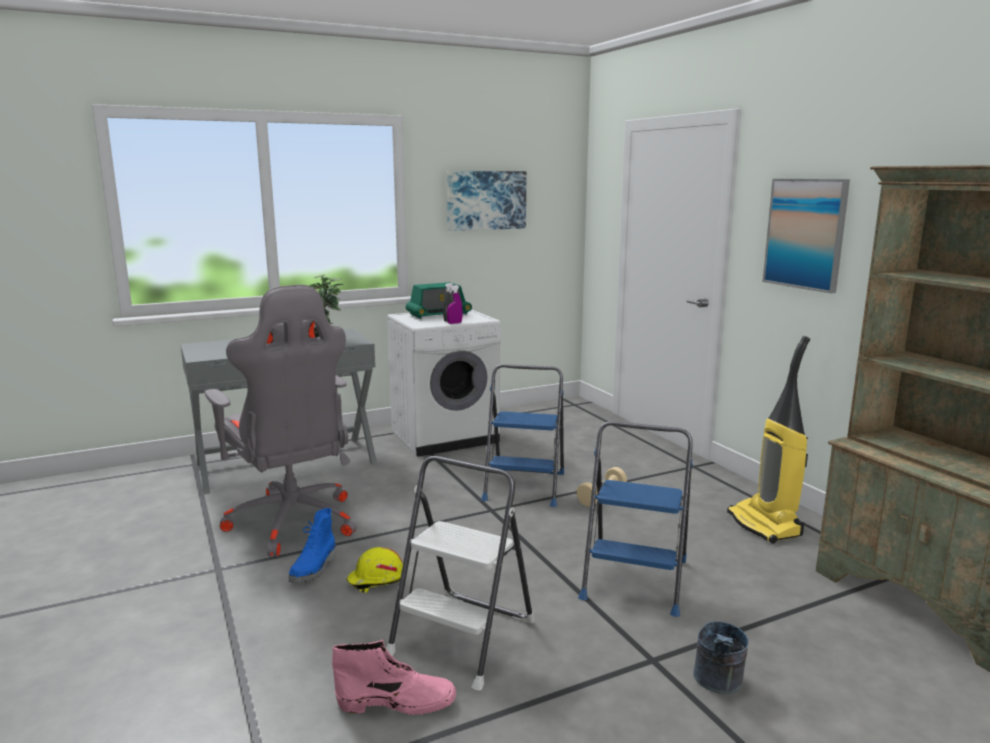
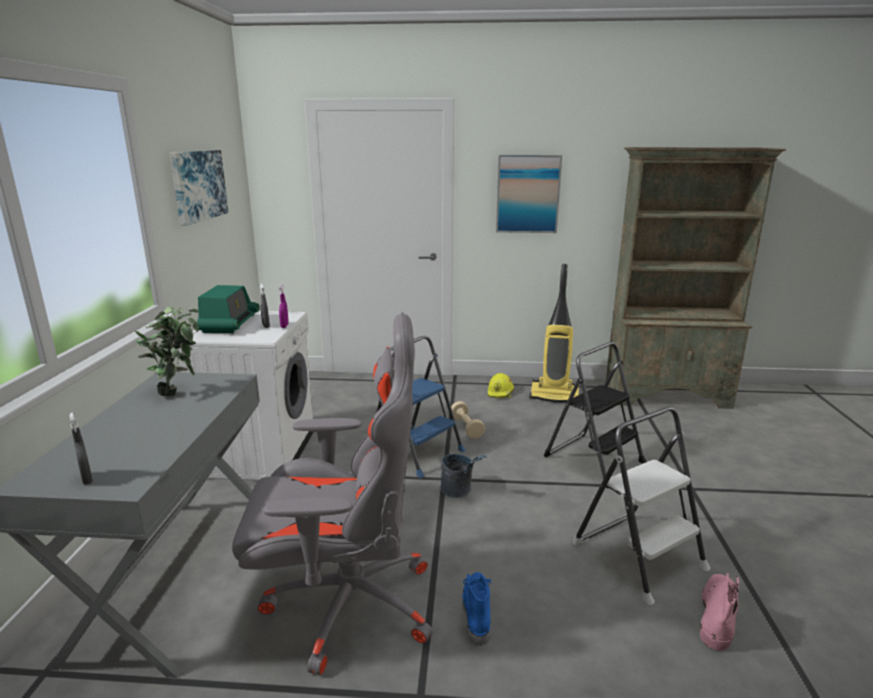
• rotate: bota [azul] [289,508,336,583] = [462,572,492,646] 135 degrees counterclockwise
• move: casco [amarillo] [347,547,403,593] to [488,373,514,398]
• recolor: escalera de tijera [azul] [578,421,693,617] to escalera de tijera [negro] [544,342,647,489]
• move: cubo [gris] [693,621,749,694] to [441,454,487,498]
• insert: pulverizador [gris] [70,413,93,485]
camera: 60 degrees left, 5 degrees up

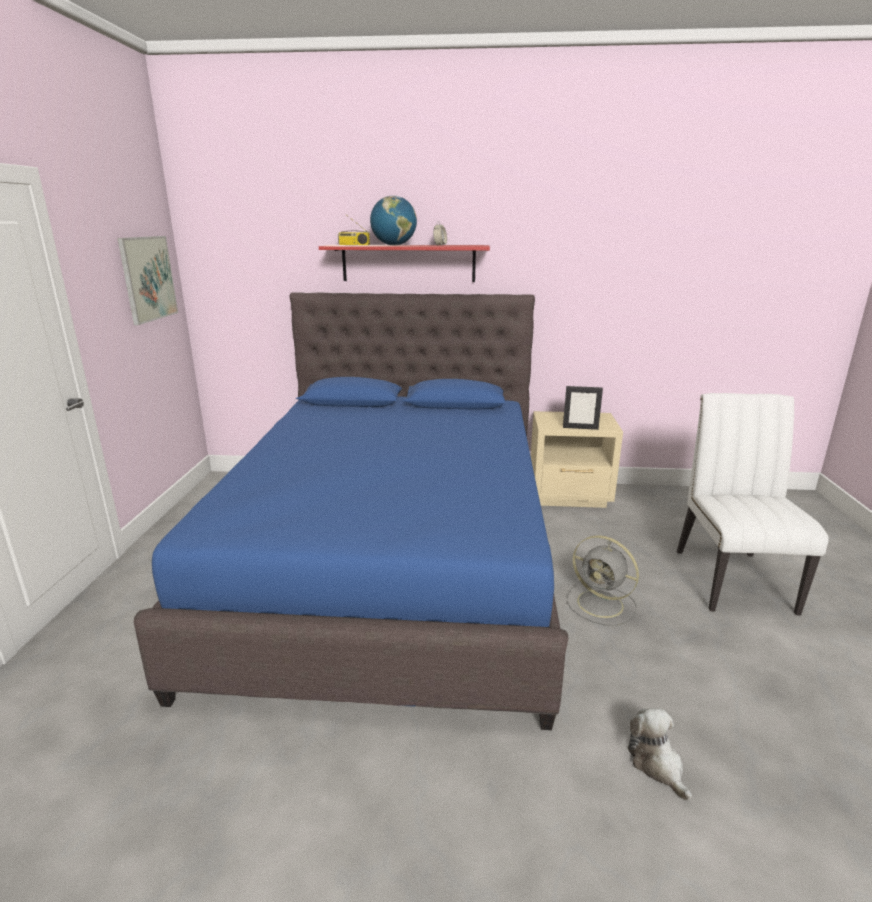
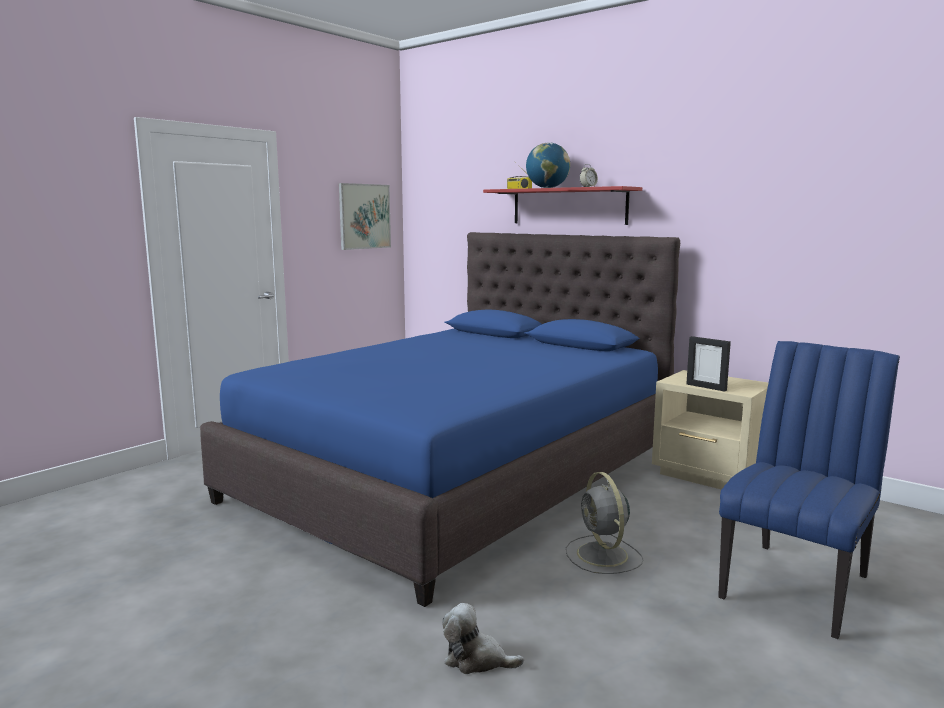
• rotate: peluche [628,708,692,801] = [442,603,524,674] 90 degrees counterclockwise
• recolor: silla [blanco] [677,393,829,615] to silla [azul] [718,341,900,639]
camera: 35 degrees right, 10 degrees down

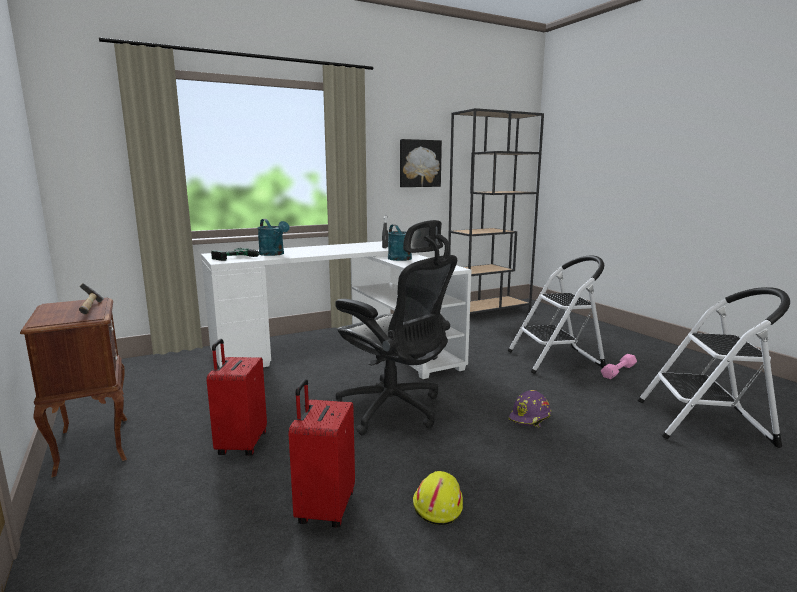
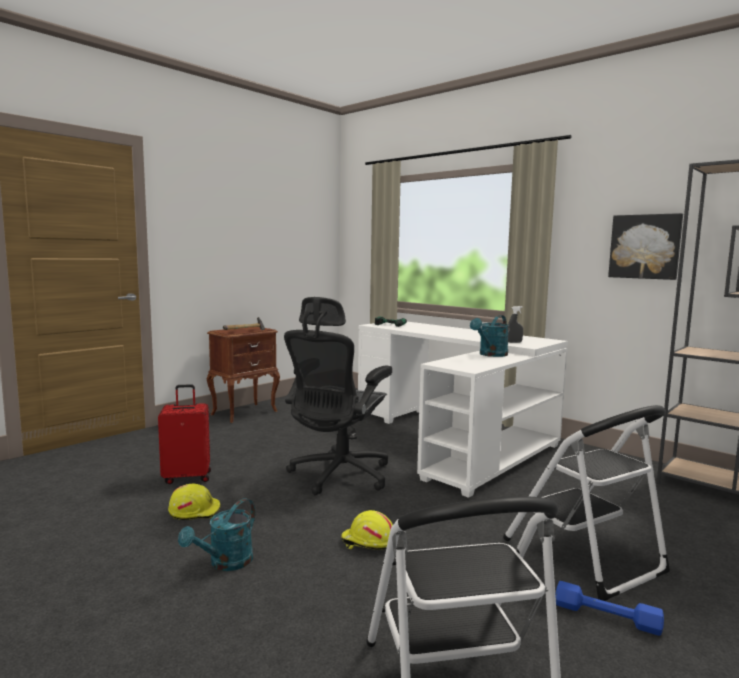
• delete: maleta [rojo] [207,339,267,456]
• move: regadera [turquesa] [257,219,290,256] to [178,498,255,571]
• recolor: casco [morado] [509,390,551,427] to casco [amarillo] [341,510,393,550]
• recolor: mancuerna [rosa] [601,354,637,379] to mancuerna [azul] [555,581,664,636]
camera: 70 degrees right, 5 degrees down

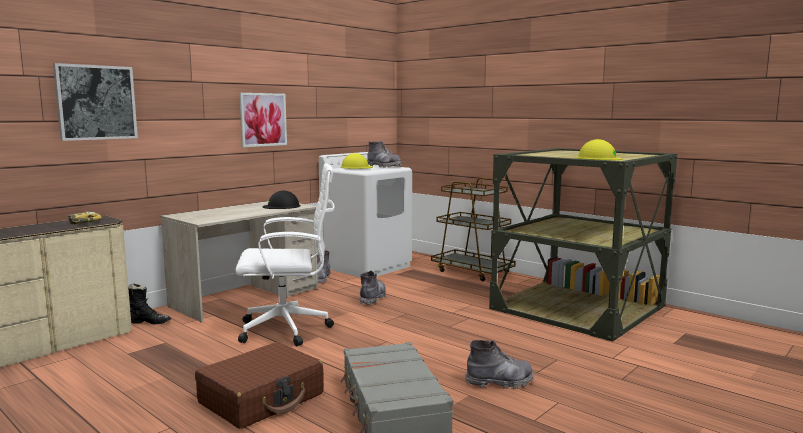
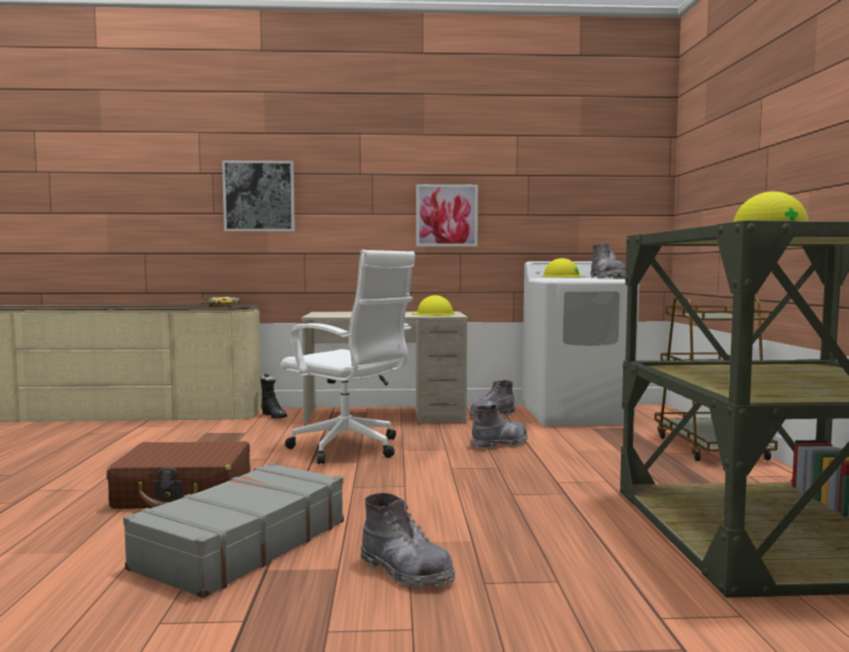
• recolor: casco [negro] [263,191,301,209] to casco [amarillo] [412,295,455,316]
camera: 45 degrees right, 5 degrees down

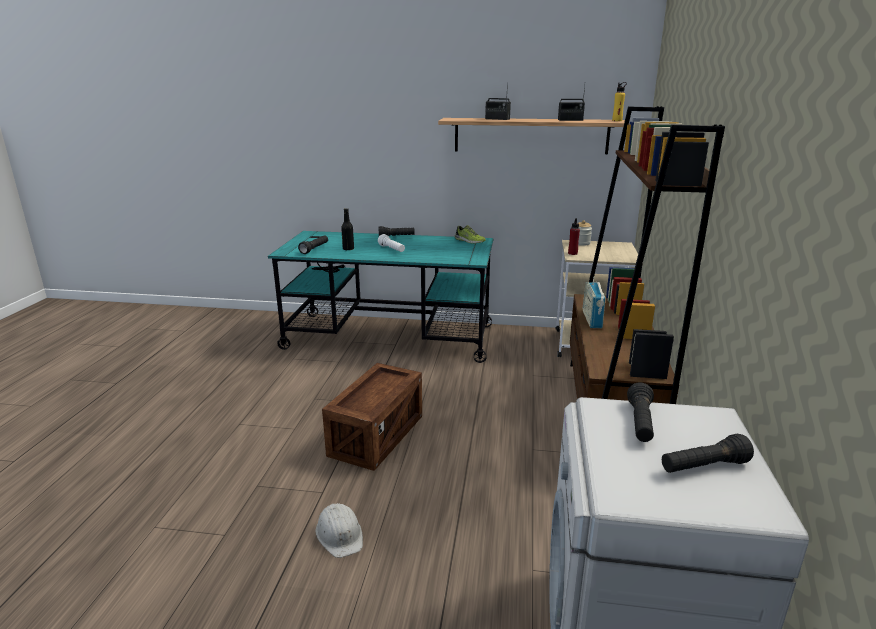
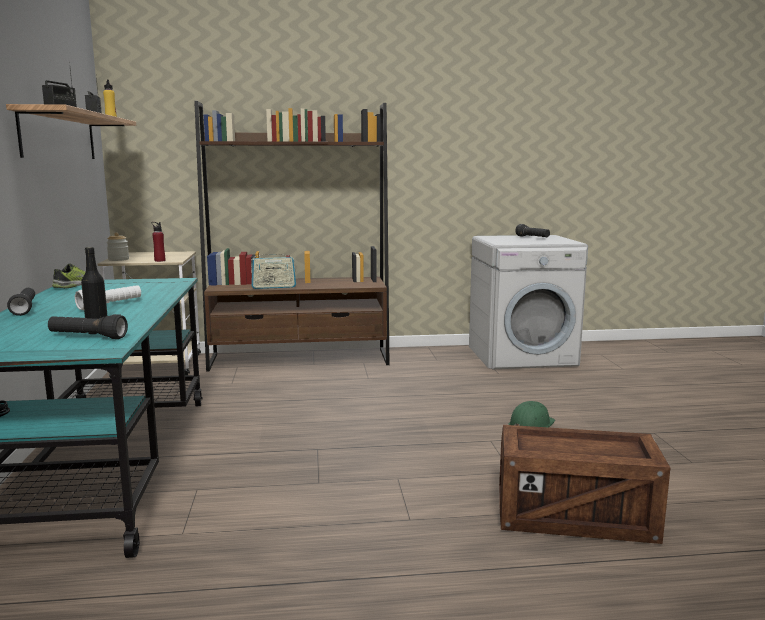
• recolor: casco [blanco] [316,503,363,558] to casco [verde] [509,401,555,428]
• move: caja de embalaje [322,363,422,471] to [499,425,670,544]
• delete: linterna [negro] [627,383,654,442]
camera: 105 degrees left, 10 degrees down

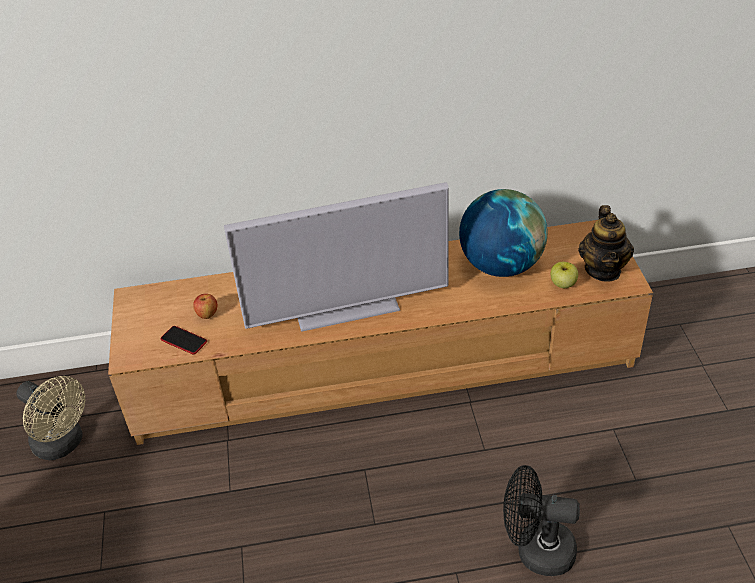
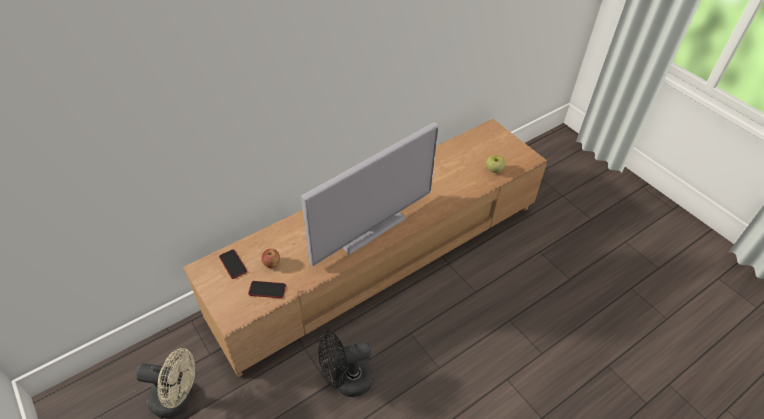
• delete: globo terráqueo [459,189,548,277]
• move: ventilador [negro] [503,465,580,576] to [318,331,374,397]
• delete: tetera [578,205,634,282]
• insert: móvil [219,249,247,279]
camera: 30 degrees left, 5 degrees up

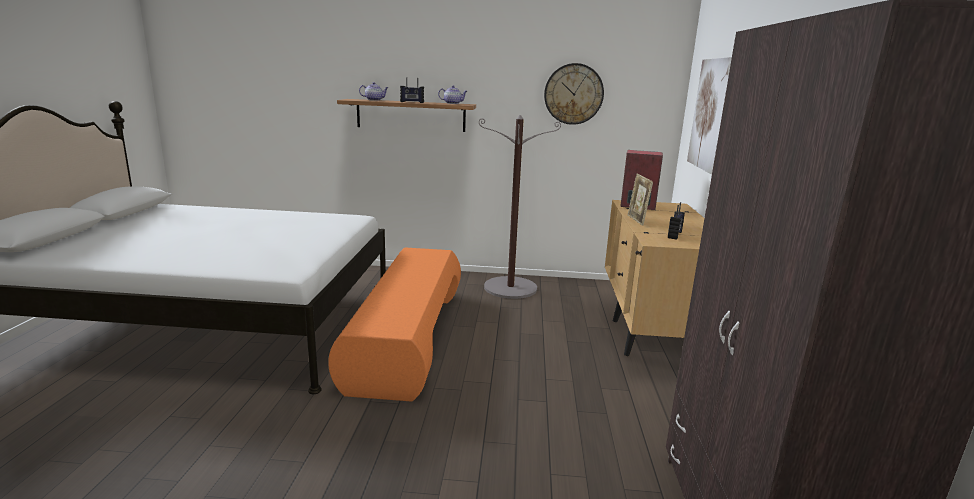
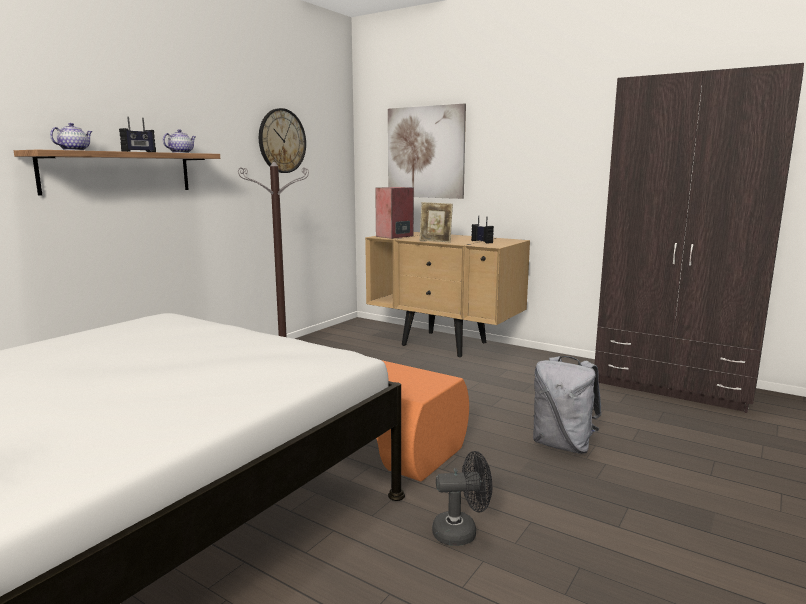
• insert: ventilador [negro] [432,451,492,546]
• insert: mochila [gris] [533,356,602,454]
camera: 60 degrees left, 5 degrees down

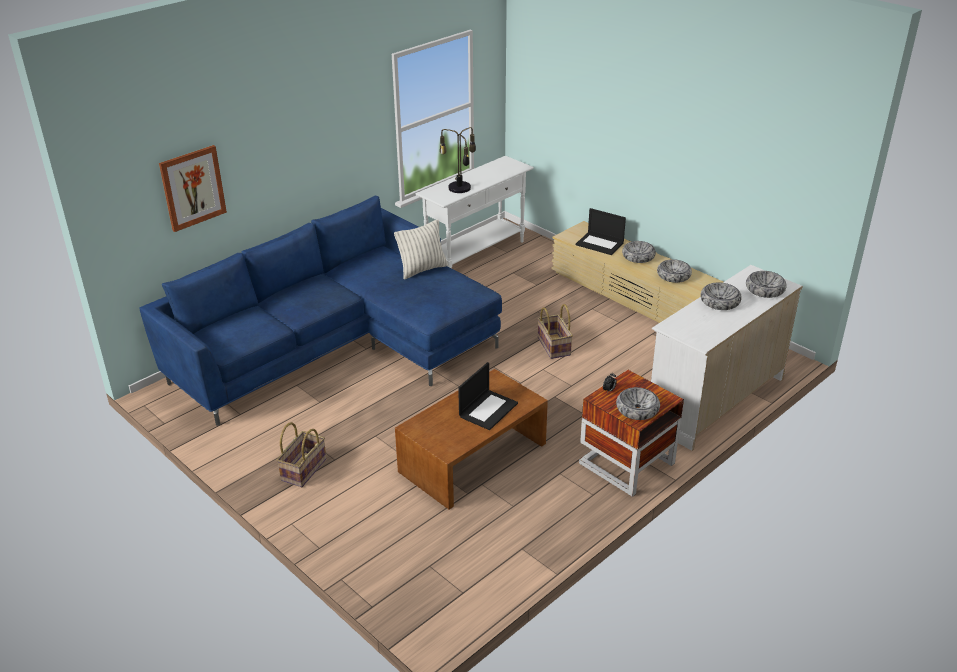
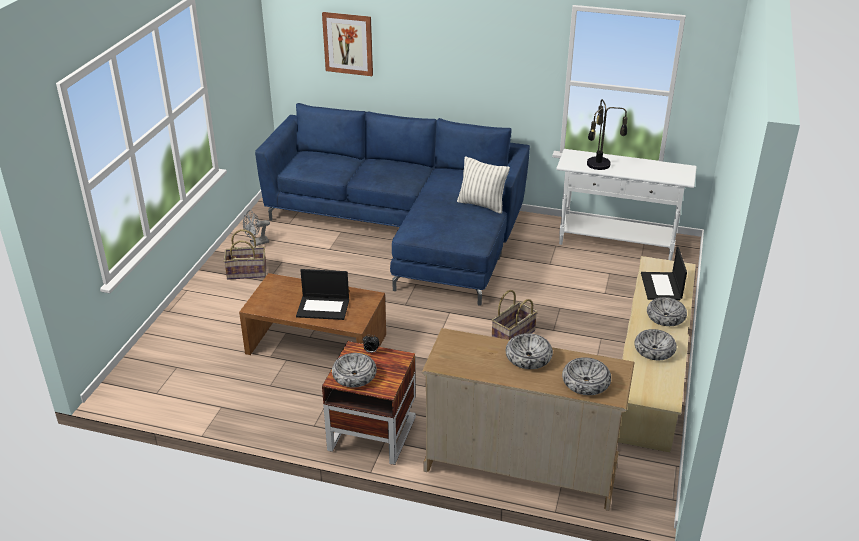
• recolor: armario [blanco] [651,265,803,451] to armario [marrón] [422,328,635,511]
• insert: ventilador [gris] [243,210,270,246]
camera: 60 degrees right, 0 degrees up

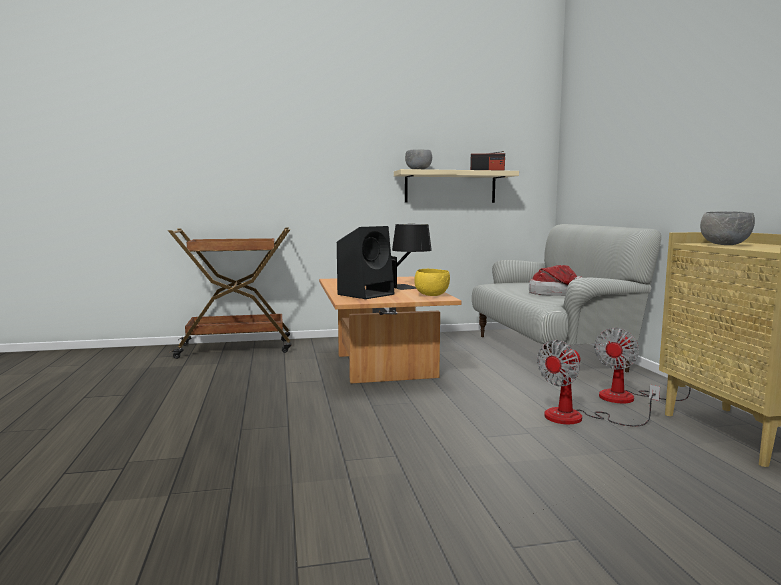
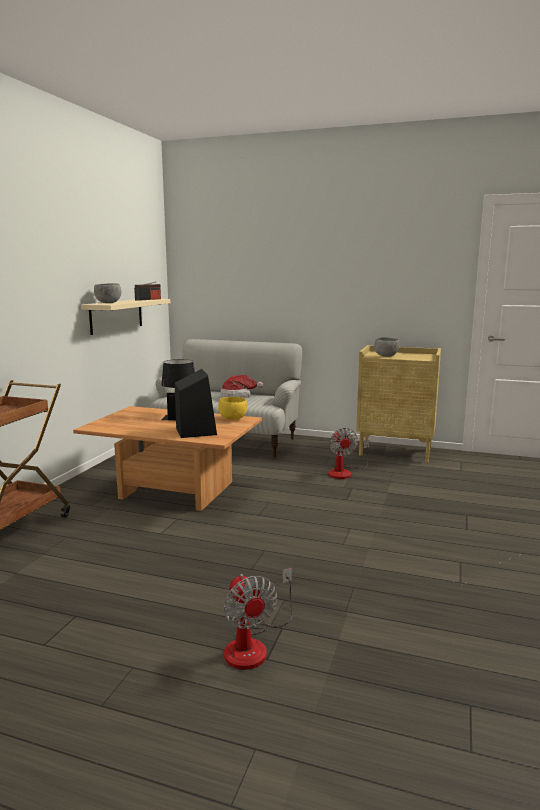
• move: ventilador [594,328,691,403] to [224,568,293,670]
camera: 60 degrees left, 5 degrees up

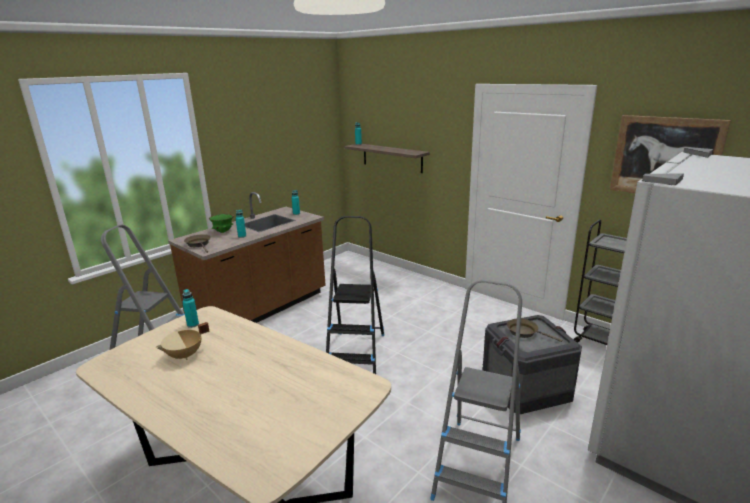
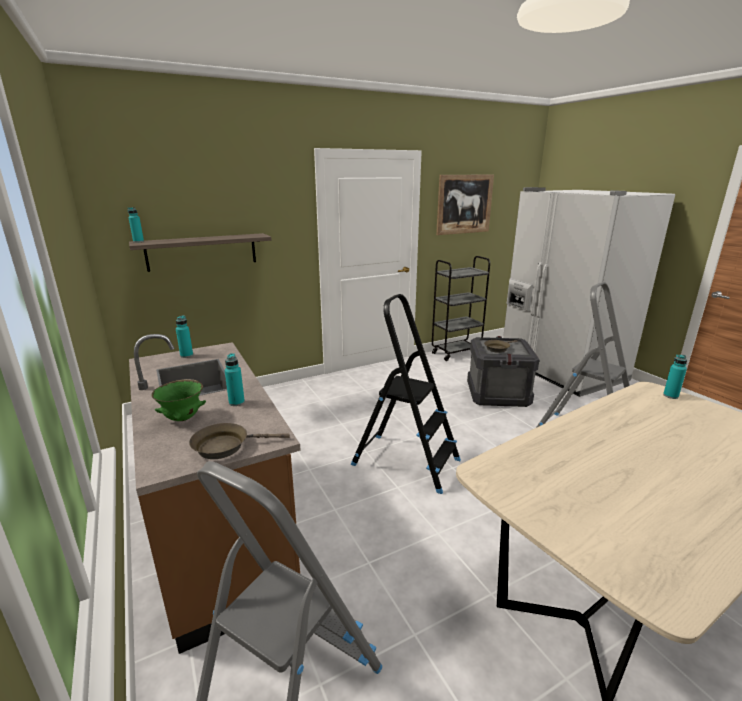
• delete: olla [beis] [156,322,210,360]
• move: botella [turquesa] [182,289,199,328] to [663,355,687,399]
camera: 70 degrees left, 0 degrees up

